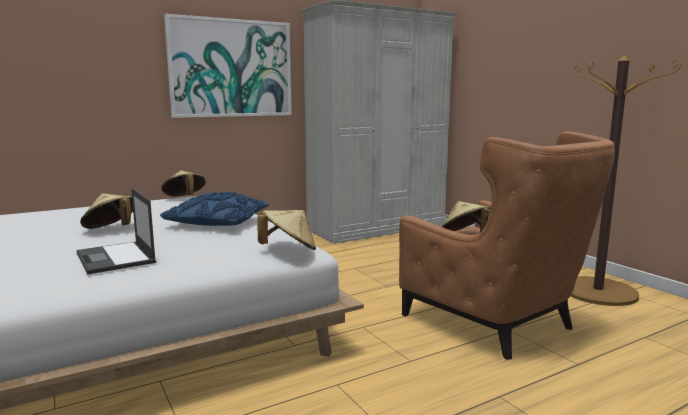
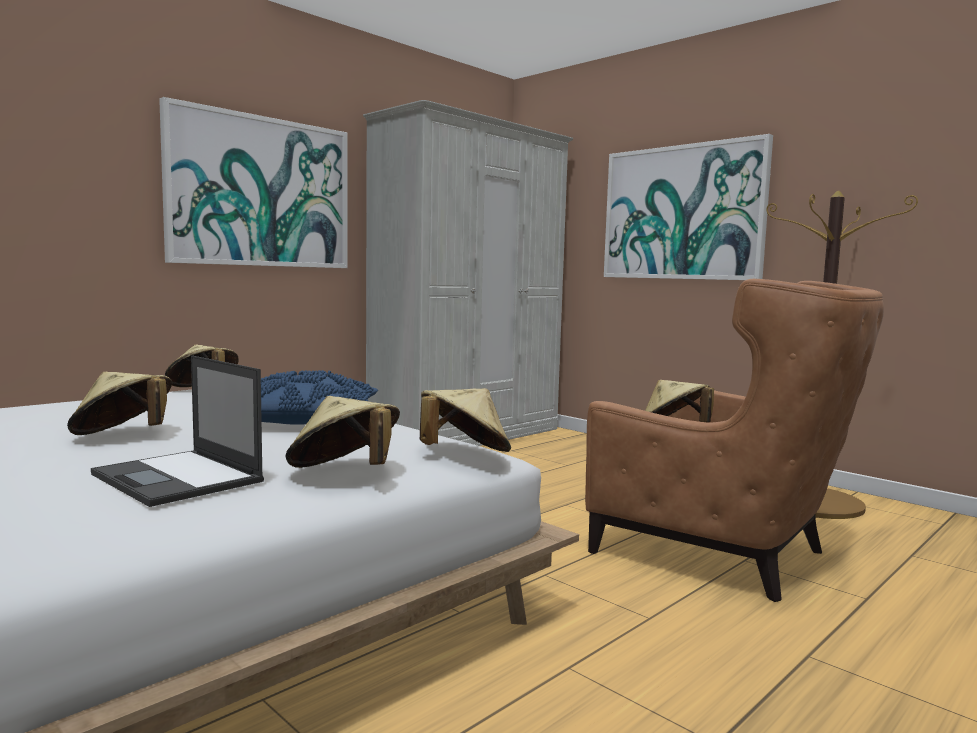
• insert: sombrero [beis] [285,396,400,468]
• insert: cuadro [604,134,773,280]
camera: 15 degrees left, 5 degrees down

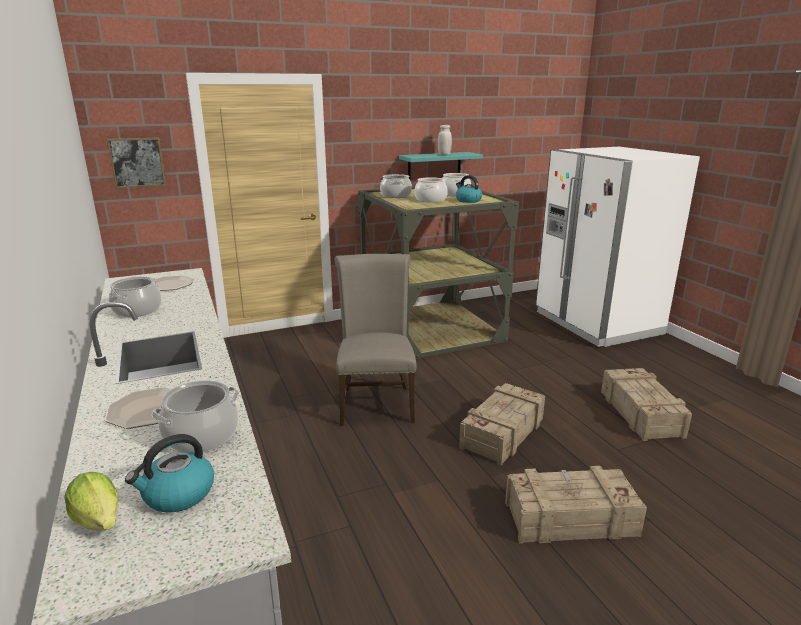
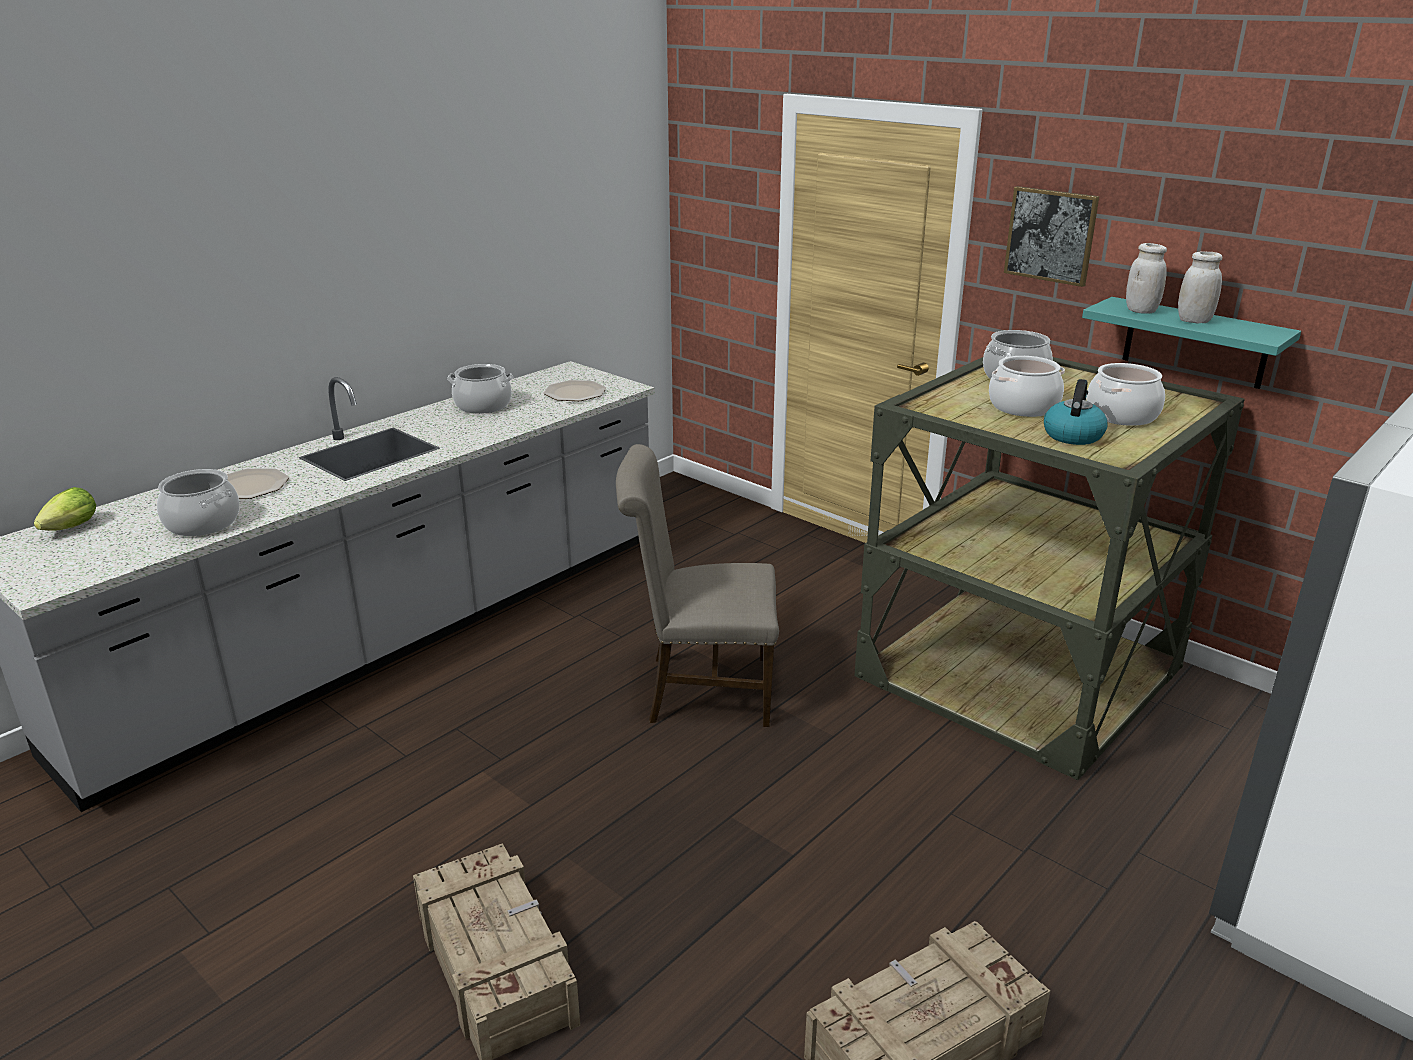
• move: cuadro [107,137,167,188] to [1004,186,1099,287]
• delete: hervidor [125,434,214,513]
• rotate: silla [beis] [334,254,417,426] = [616,444,779,727] 150 degrees counterclockwise
• delete: caja de embalaje [459,383,545,465]
• insert: tarro [blanco] [1126,243,1167,314]
camera: 65 degrees right, 5 degrees up

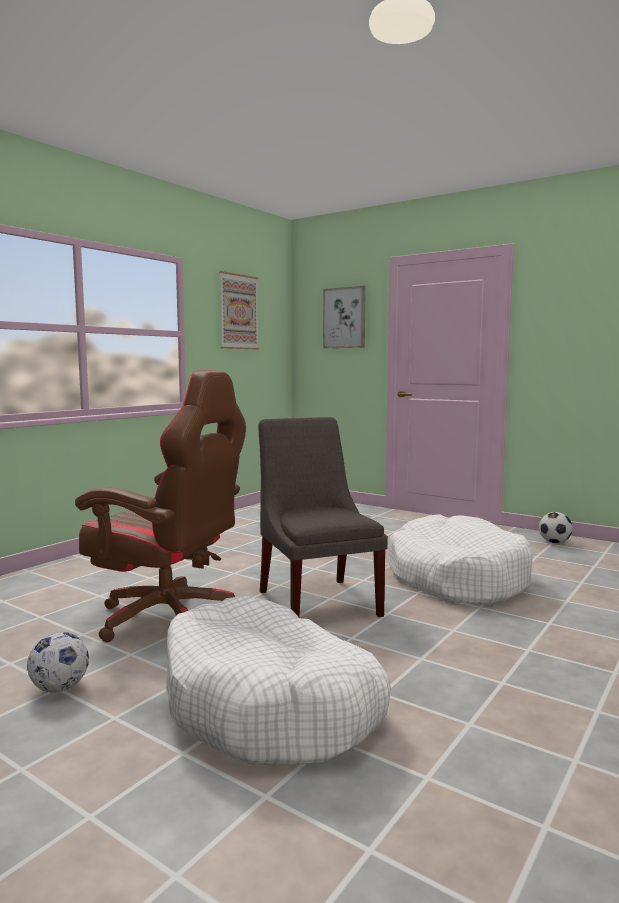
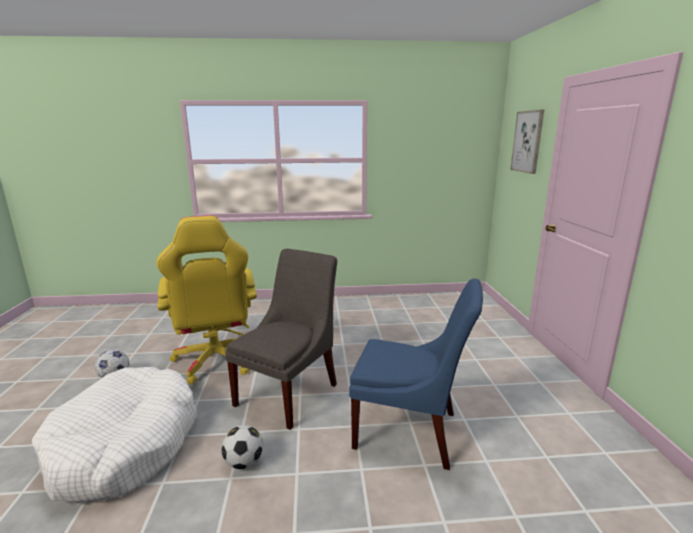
• recolor: silla de oficina [marrón] [75,370,246,642] to silla de oficina [amarillo] [157,216,257,384]
• delete: cuadro [219,271,259,349]
• replace: cama para perro [blanco] [388,514,533,605] to silla [azul] [349,279,483,470]
• move: balón de fútbol [539,512,572,543] to [221,425,263,469]
camera: 50 degrees right, 10 degrees up

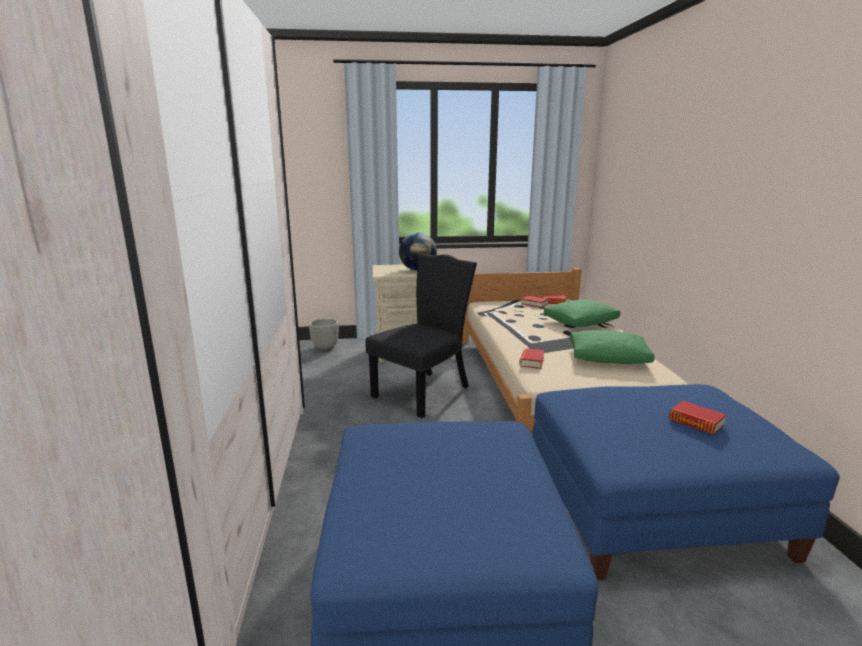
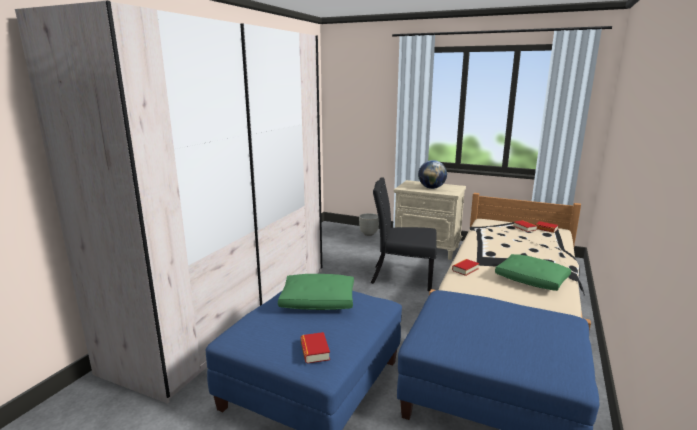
• rotate: silla [negro] [365,254,477,418] = [370,177,437,291] 150 degrees counterclockwise
• move: cojín [verde] [544,299,620,327] to [278,274,354,310]
• move: libro [669,401,726,435] to [301,332,330,363]
camera: 30 degrees right, 0 degrees up

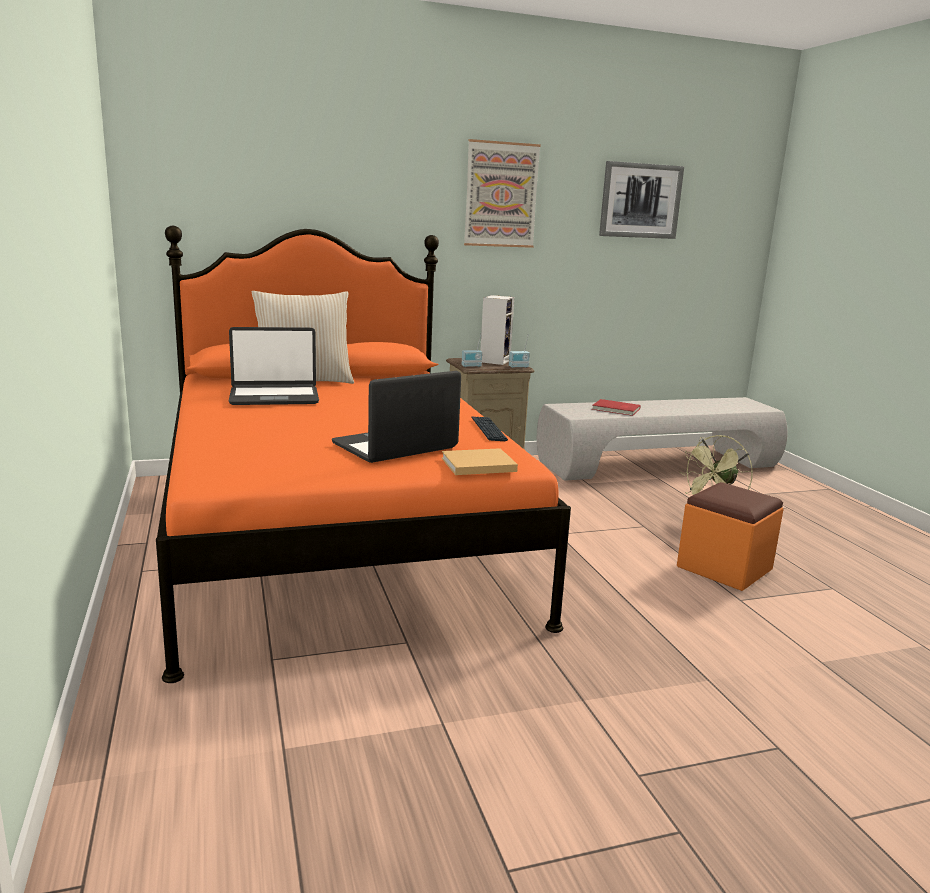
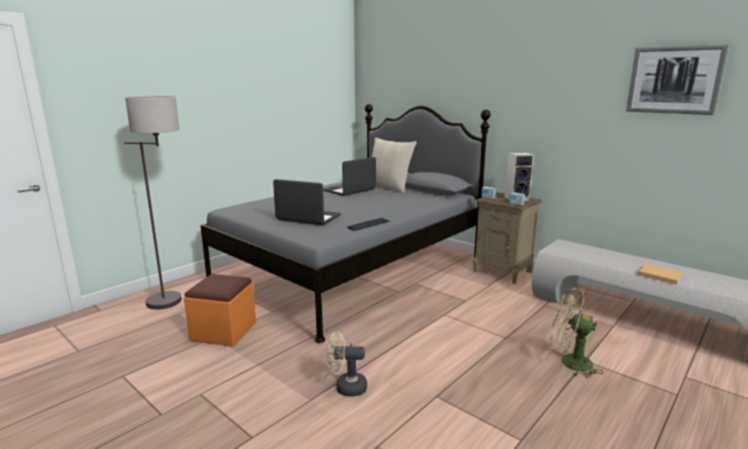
• recolor: cama [naranja] [156,226,571,683] to cama [gris] [201,104,491,343]
• rotate: portátil [229,327,319,405] = [323,157,376,196] 90 degrees clockwise
• move: libro [beis] [442,448,518,475] to [637,263,684,285]
• delete: cuadro [464,139,541,248]
• delete: libro [rojo] [592,399,641,416]
• move: puf [naranja] [677,482,784,591] to [184,274,256,347]
• insert: lámpara de pie [gris] [124,96,182,310]
• insert: ventilador [beis] [326,332,367,397]
camera: 60 degrees right, 0 degrees up

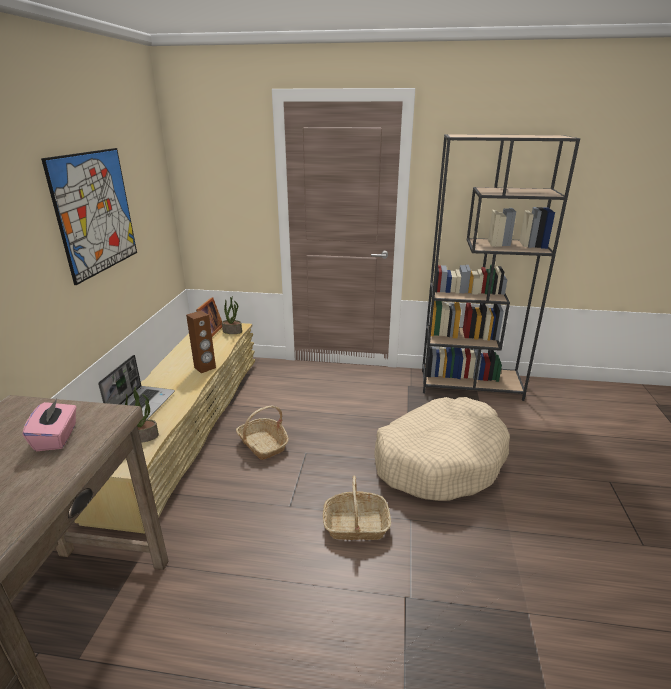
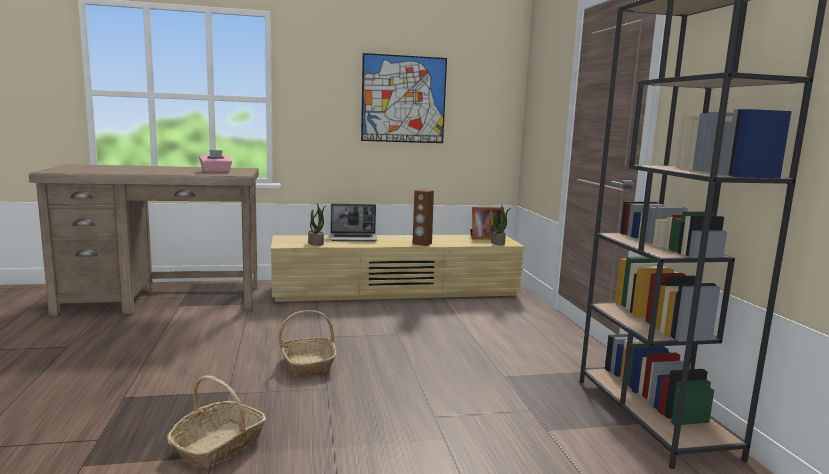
• move: cesta [236,405,289,460] to [167,375,266,467]
• delete: cama para perro [beis] [374,397,510,501]
camera: 70 degrees right, 15 degrees down

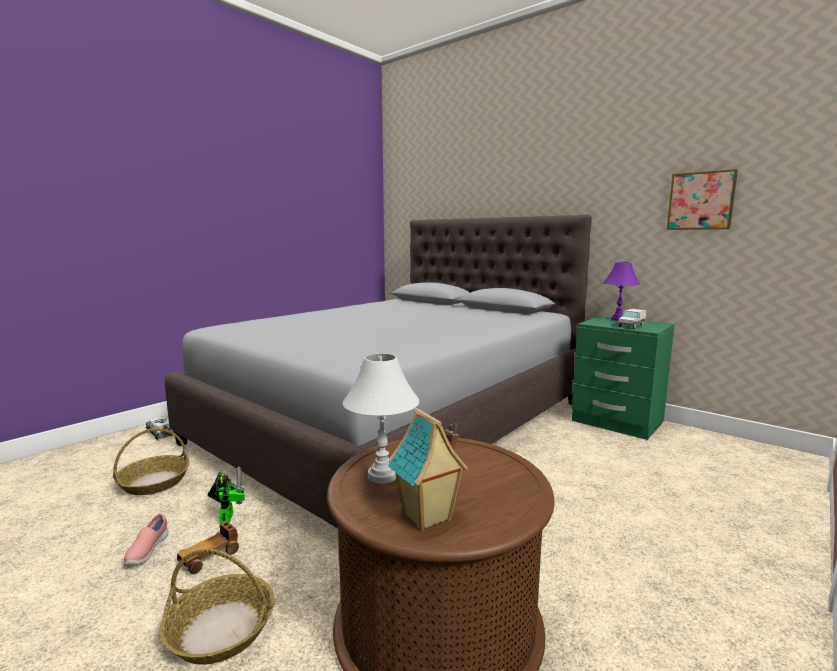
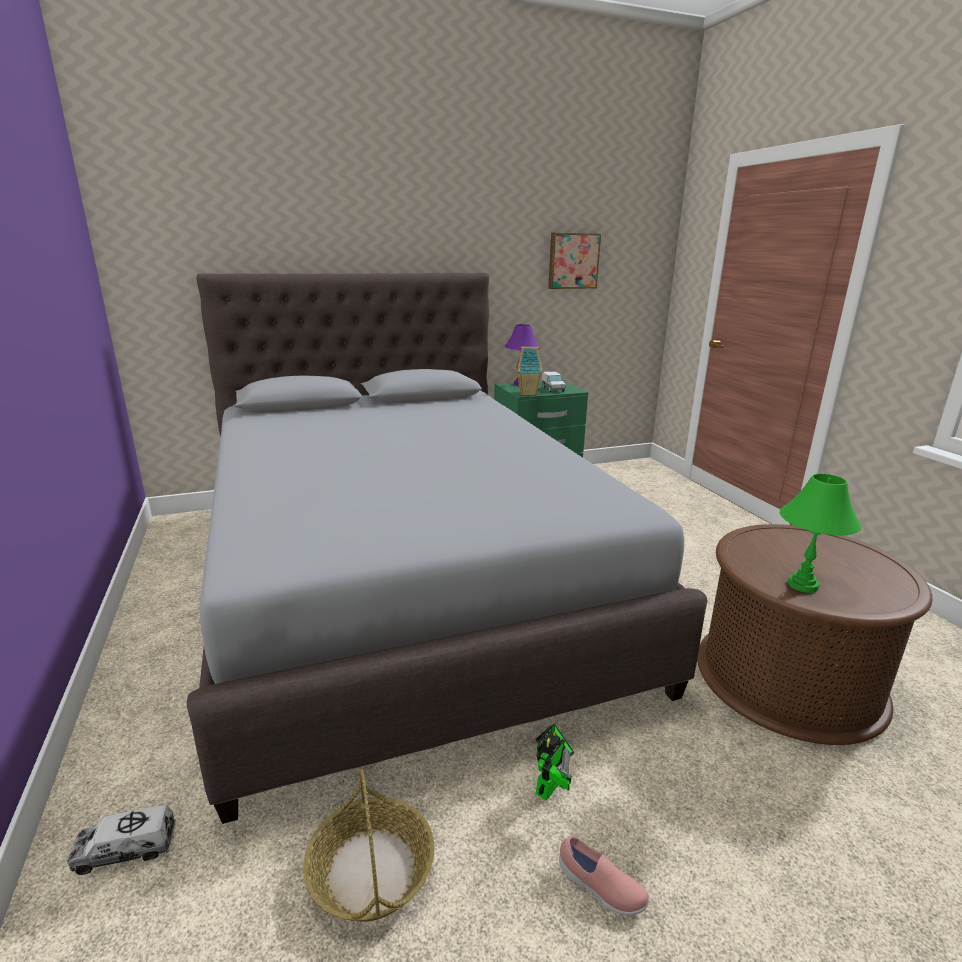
• delete: cesta [159,549,275,665]
• delete: coche de juguete [177,521,239,575]
• rotate: robot de juguete [208,466,245,524] = [536,724,574,801] 105 degrees clockwise
• recolor: lámpara de mesa [blanco] [343,354,420,484] to lámpara de mesa [verde] [780,474,861,593]
• move: casita [388,408,468,531] to [516,346,542,395]
camera: 60 degrees left, 10 degrees up

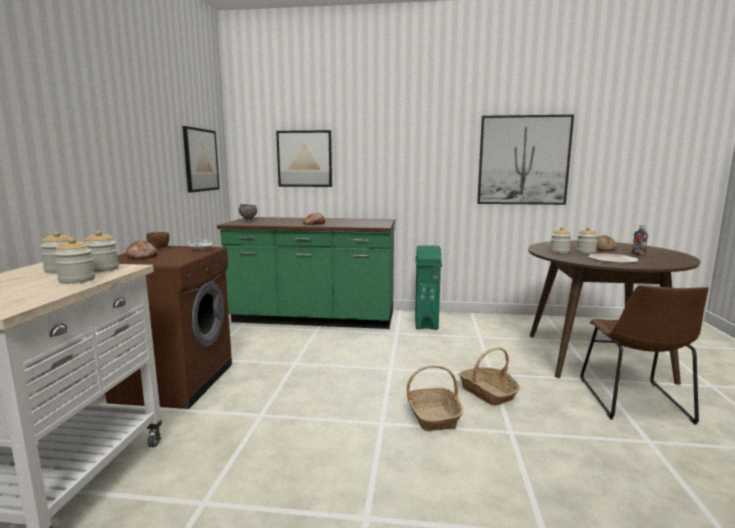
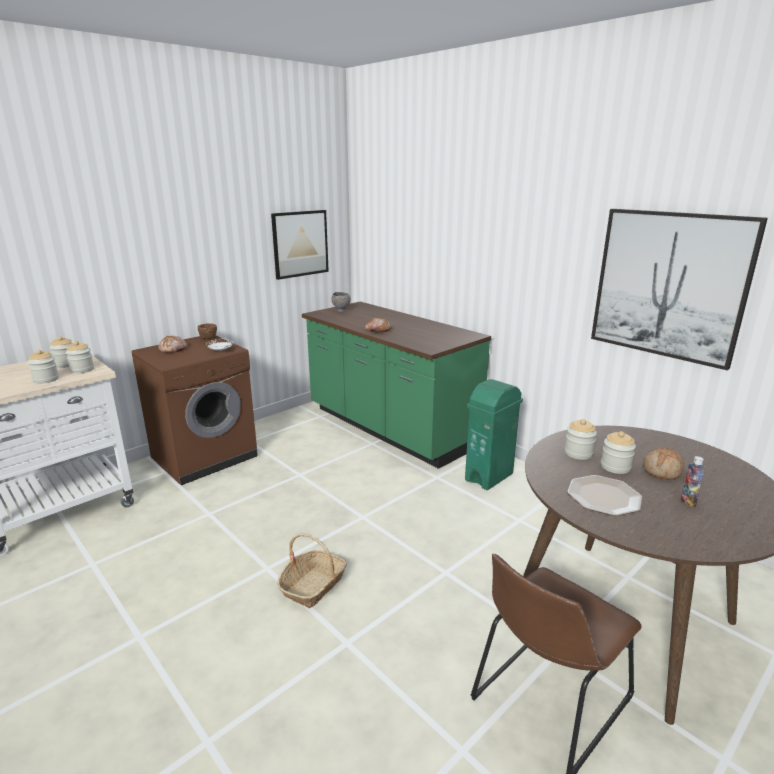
• delete: cuadro [276,130,332,187]
• delete: cesta [458,347,520,406]
camera: 40 degrees right, 10 degrees up

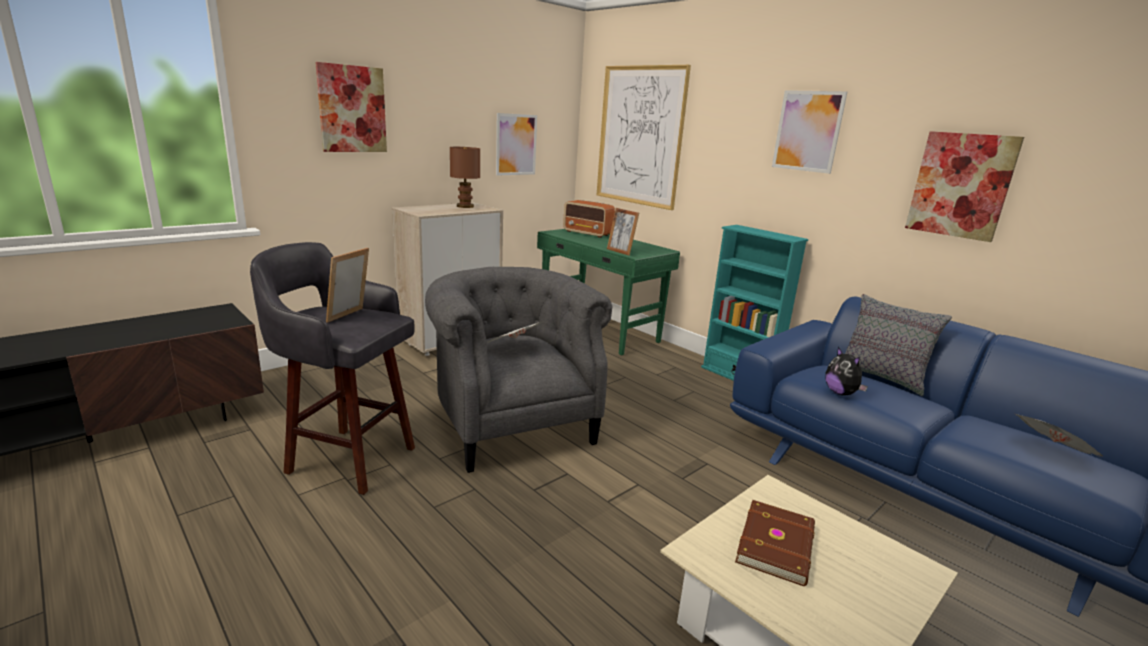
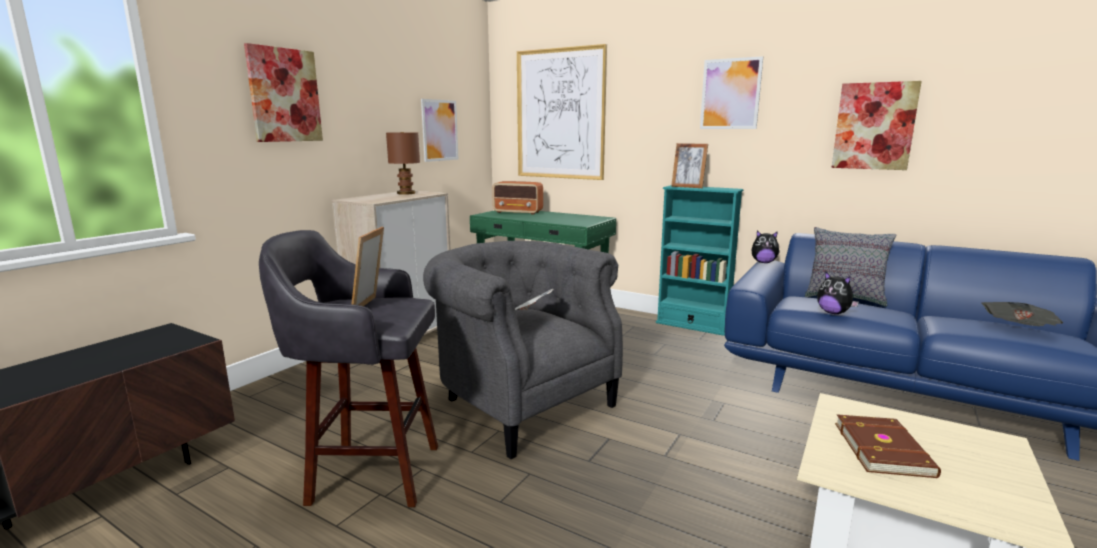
• move: portarretratos [607,208,639,256] to [671,143,708,188]
• insert: peluche [751,231,780,263]
camera: 15 degrees left, 5 degrees down

